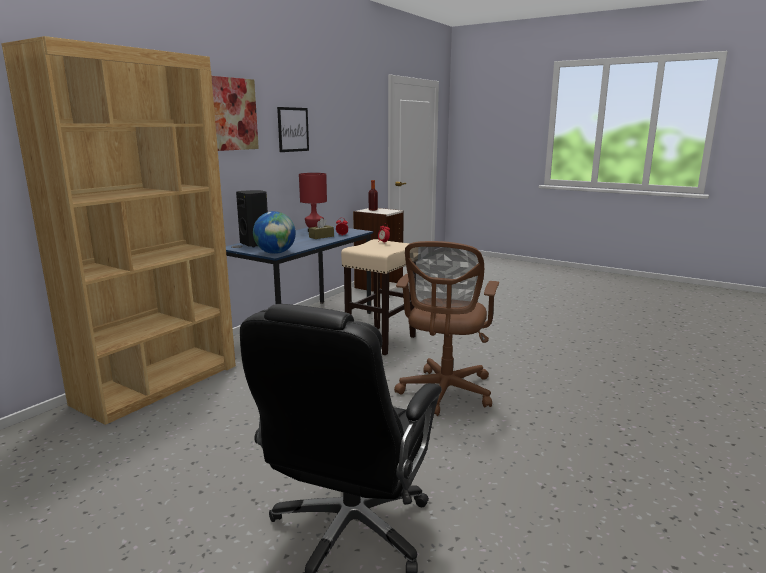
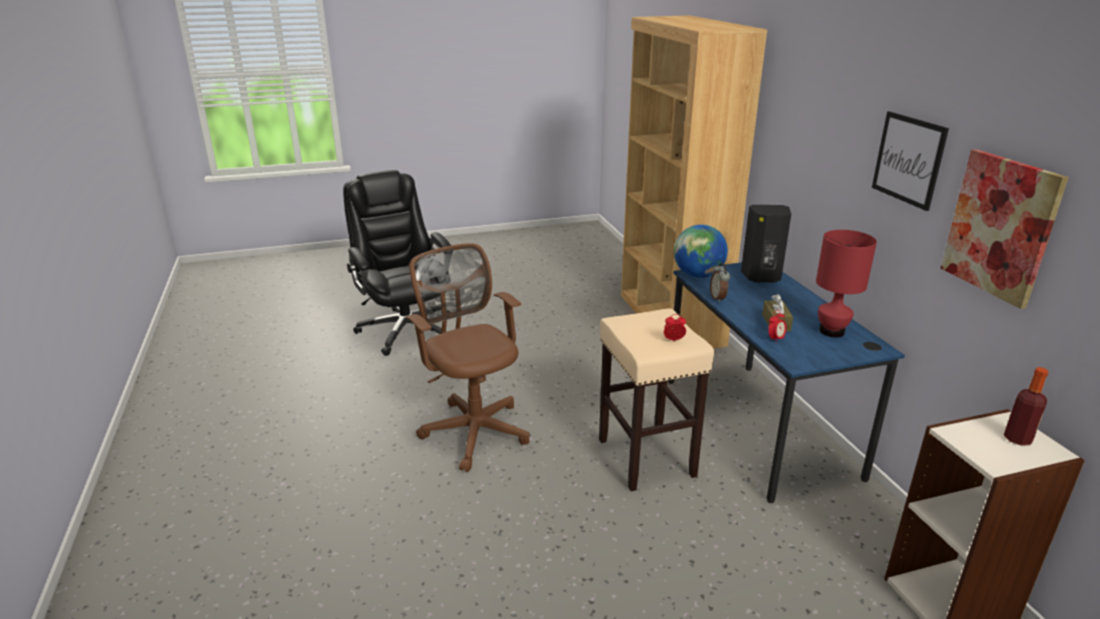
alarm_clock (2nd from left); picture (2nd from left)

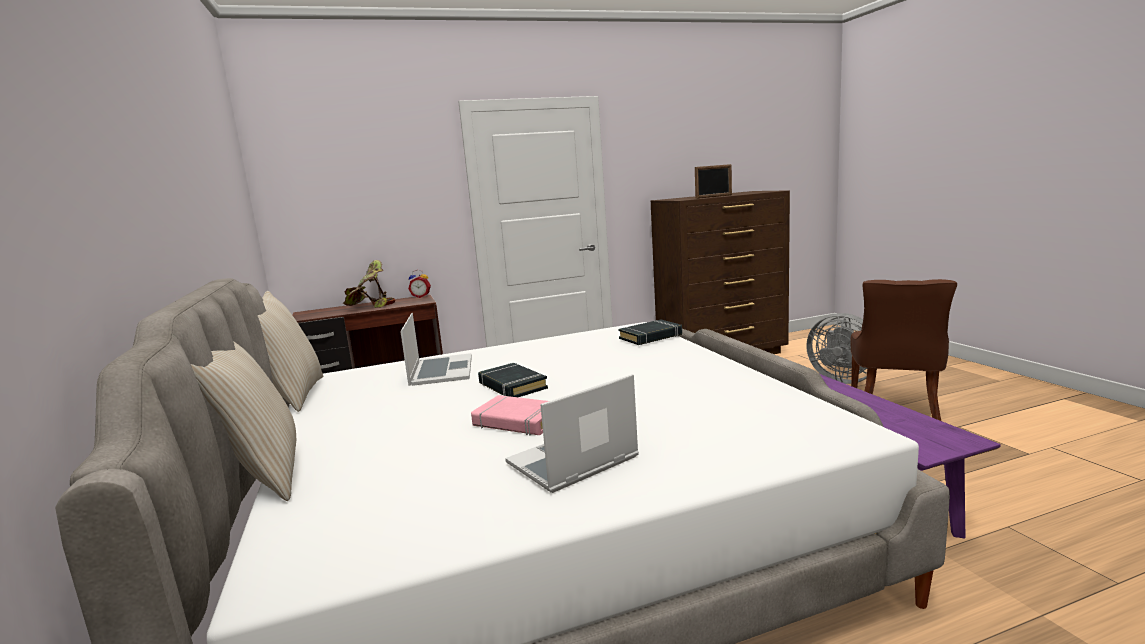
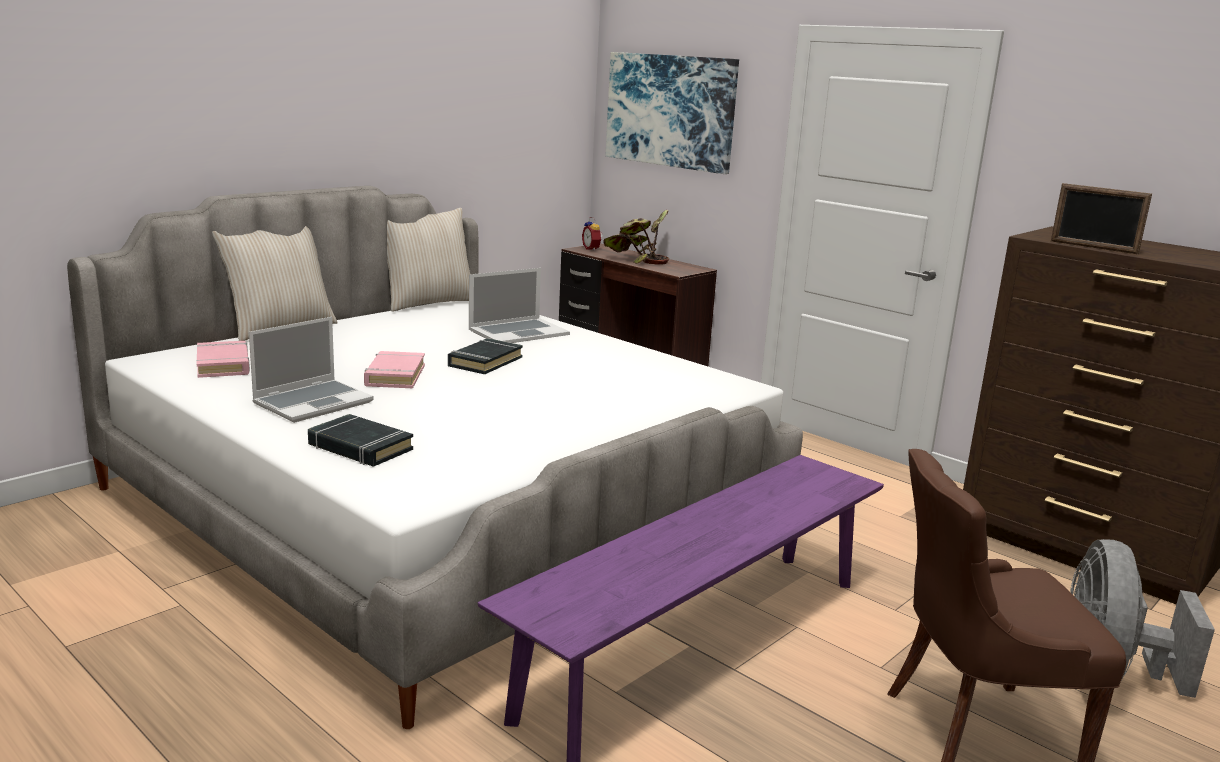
pink_book (1st from left); laptop (1st from left); black_book (1st from left); alarm_clock; picture

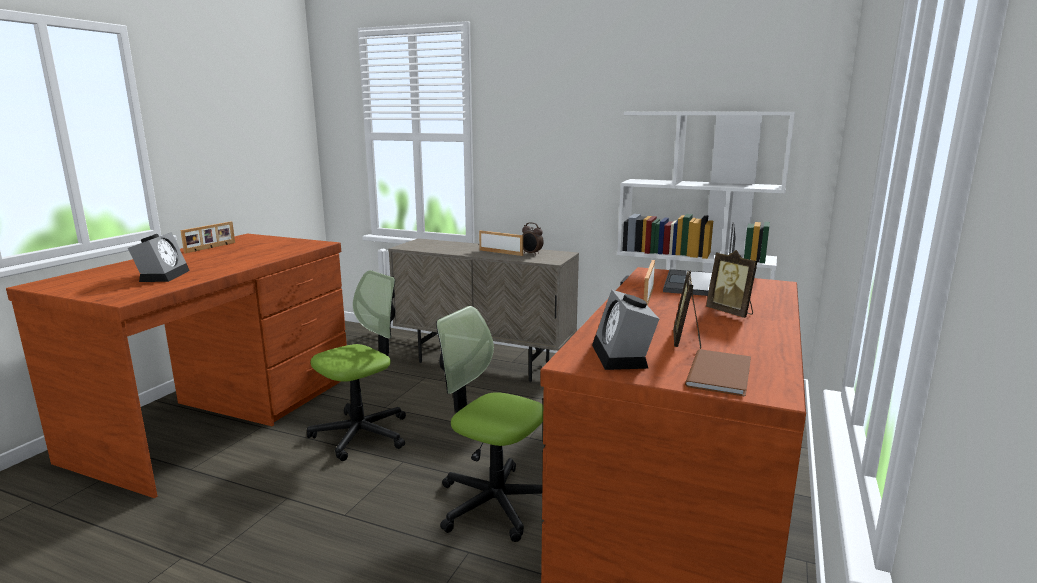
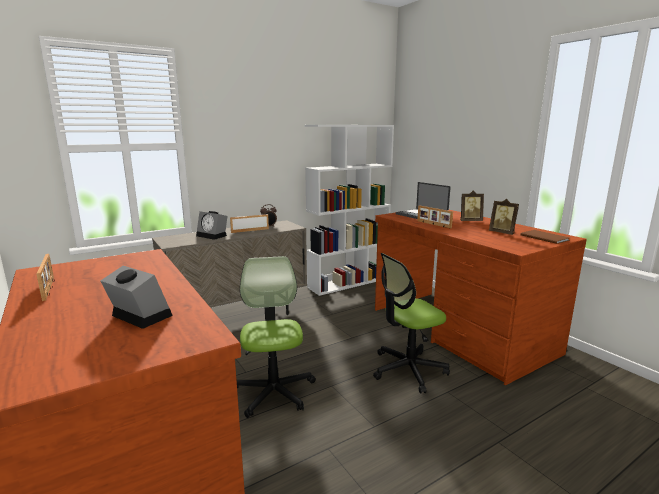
alarm_clock (2nd from left)

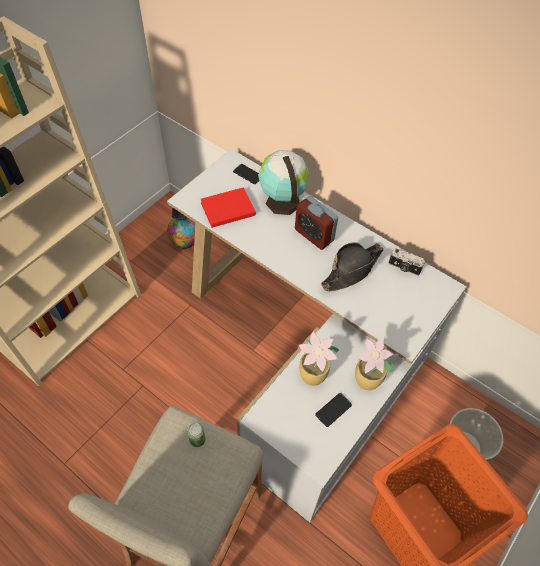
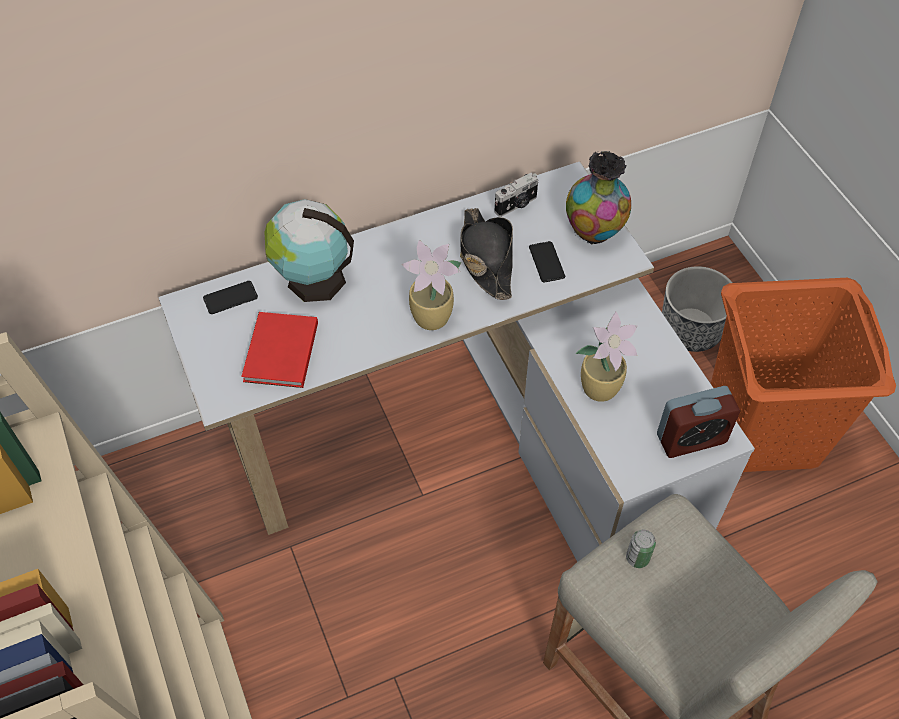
potted_plant (1st from left); phone (2nd from left); vase; alarm_clock

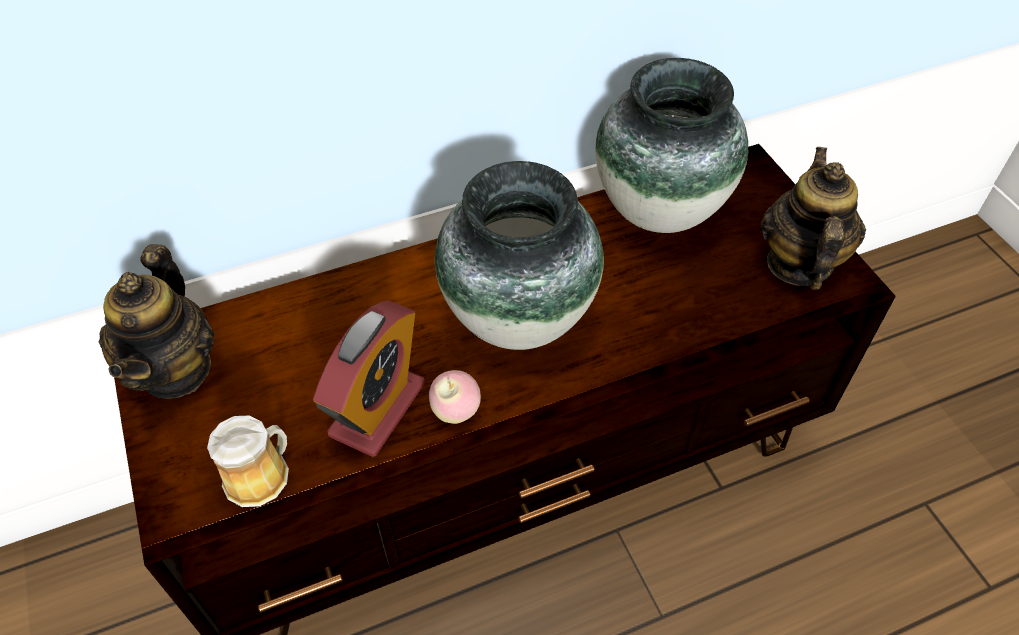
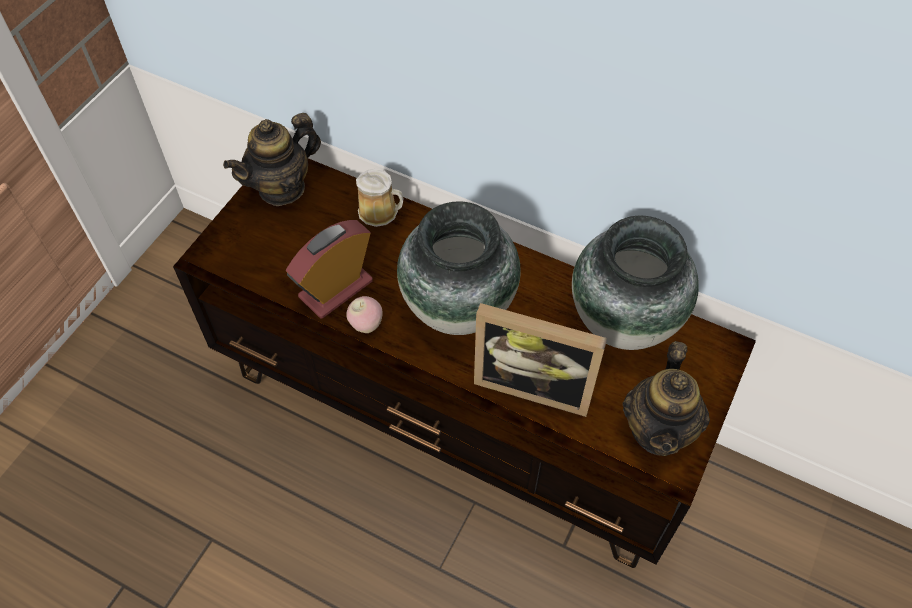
alarm_clock; mug; picture_frame; teapot (2nd from left)

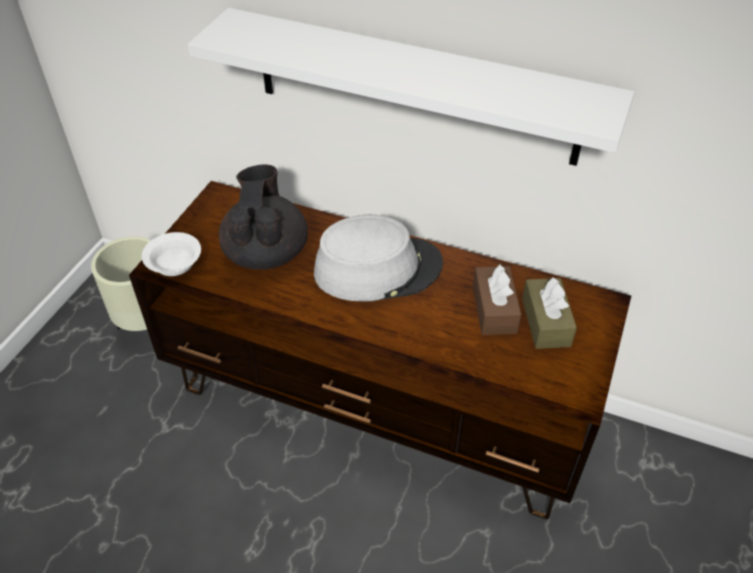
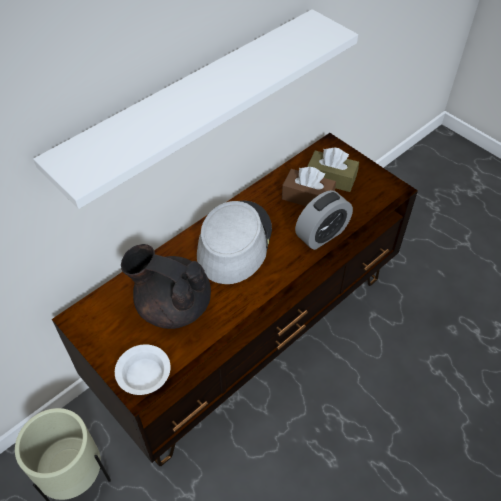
alarm_clock

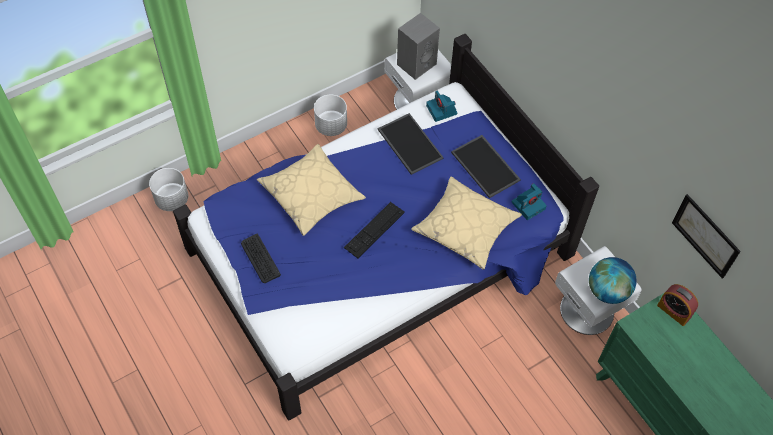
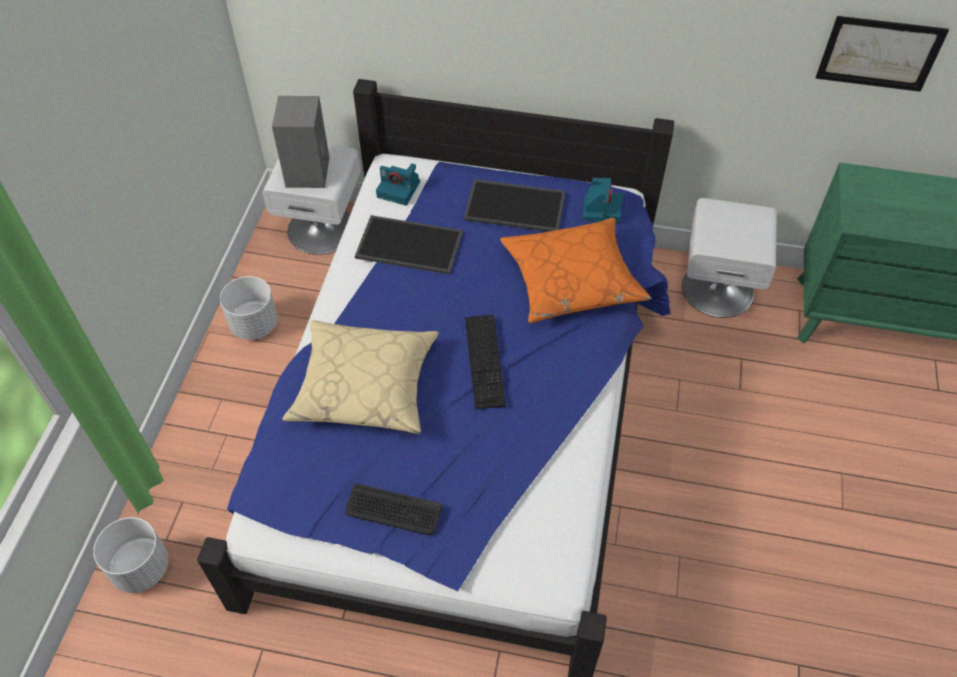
orange_pillow; globe; alarm_clock

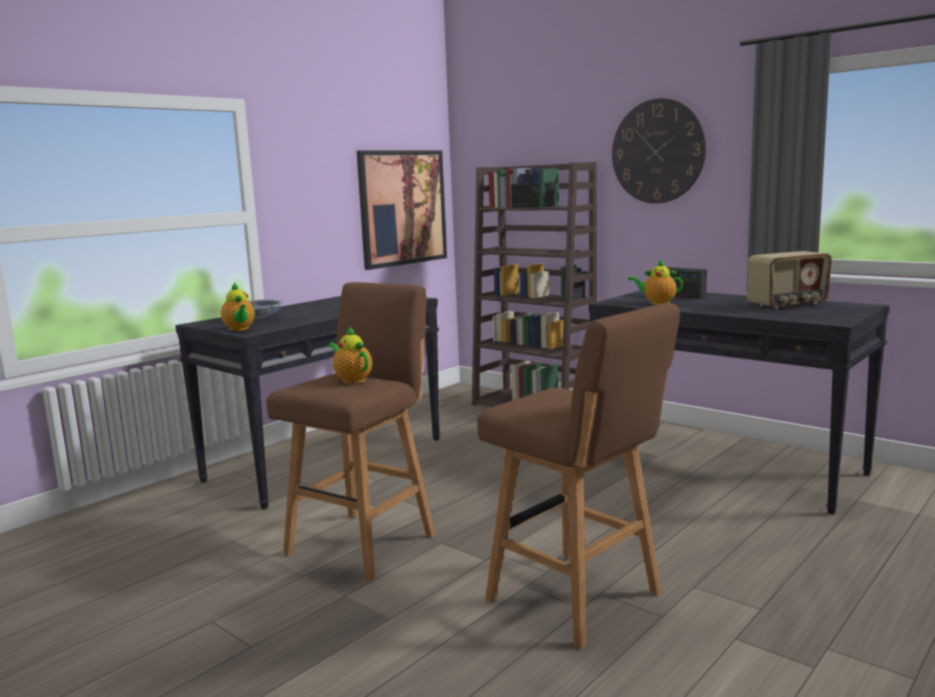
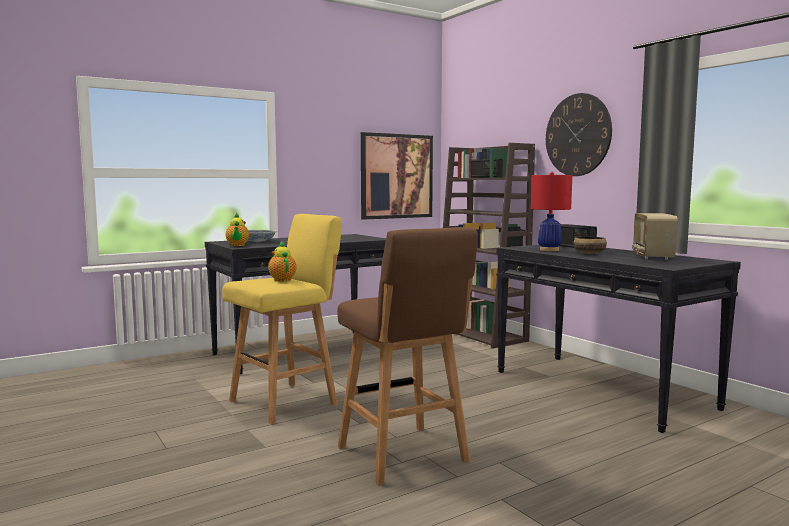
yellow_stool; red_table_lamp; bowl (2nd from left); radio (3rd from left)

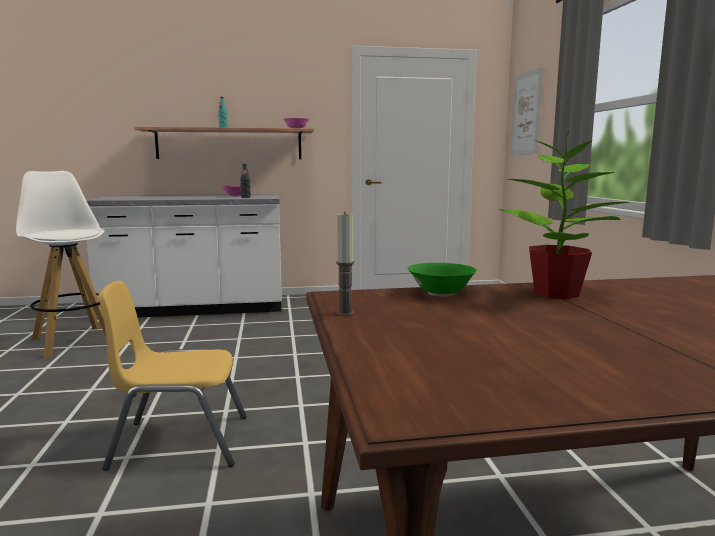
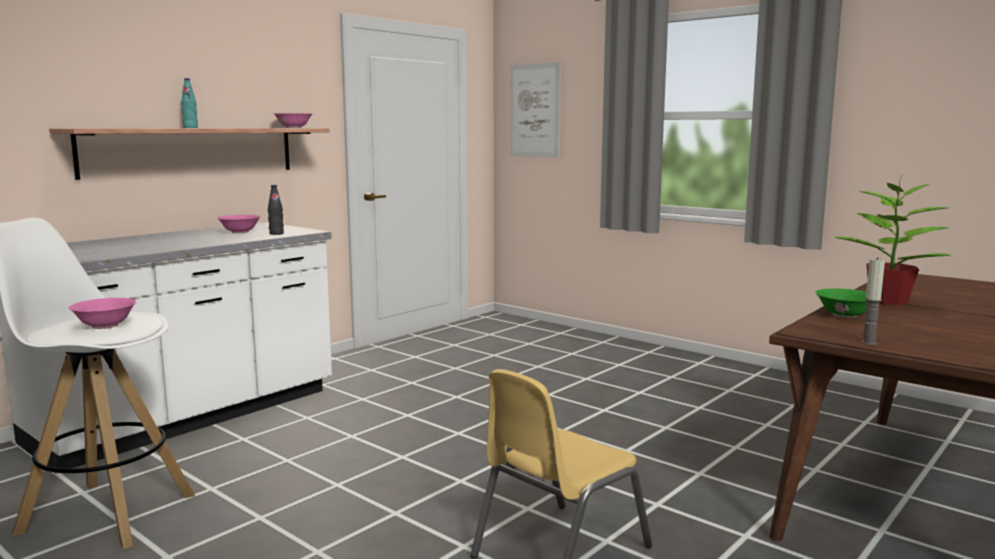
pink_bowl (1st from left)

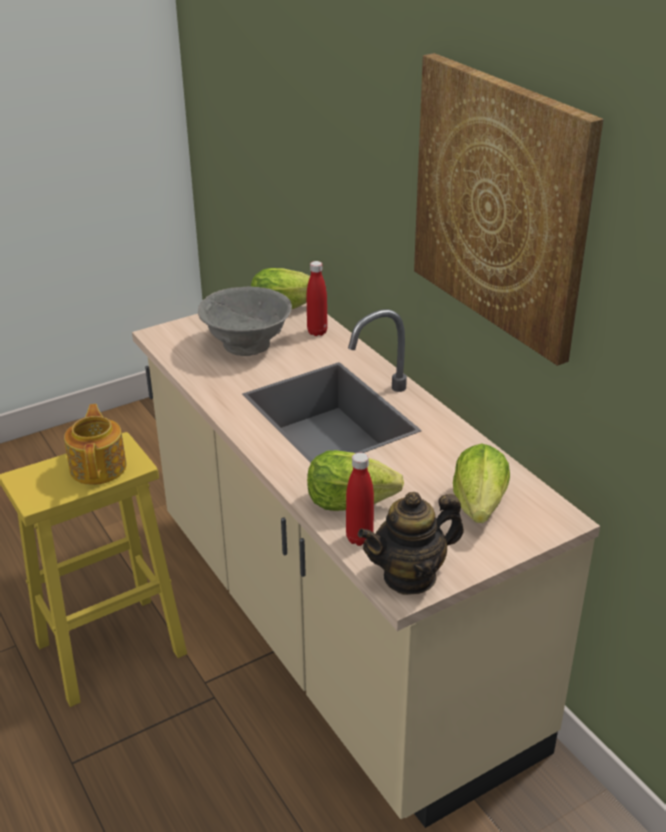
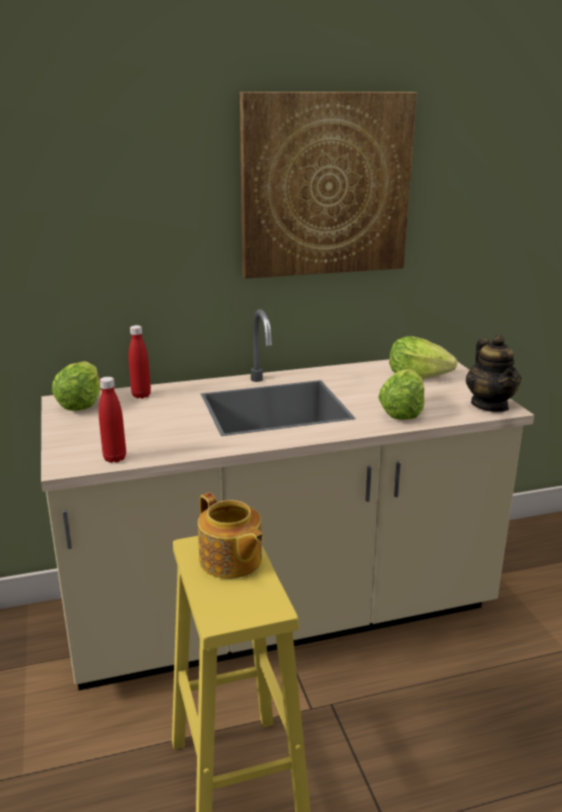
red_bottle (1st from left); teapot (1st from left); grey_bowl

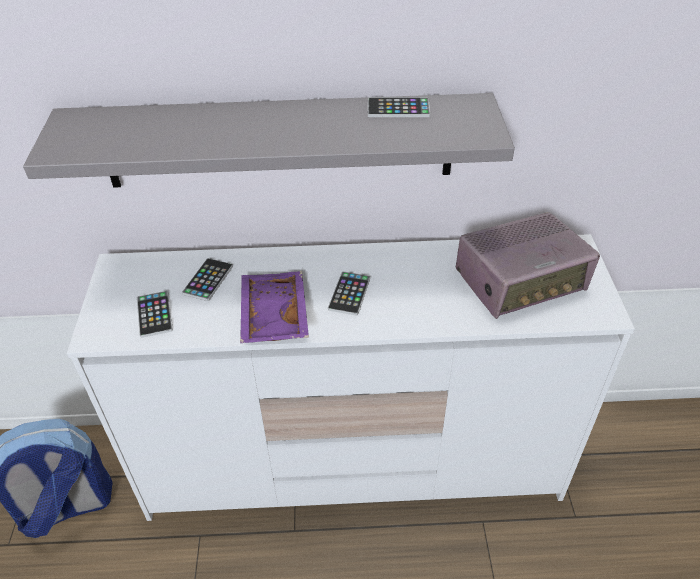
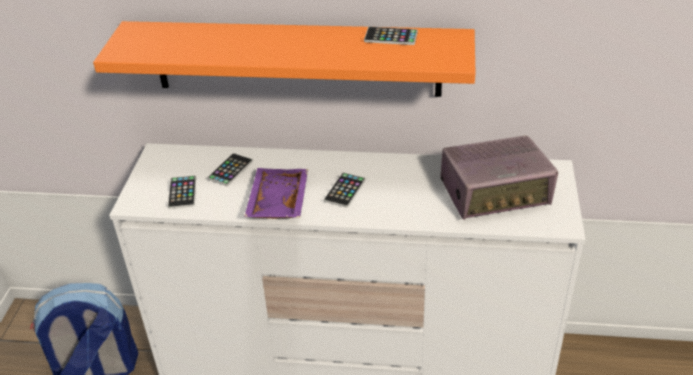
orange_shelf

